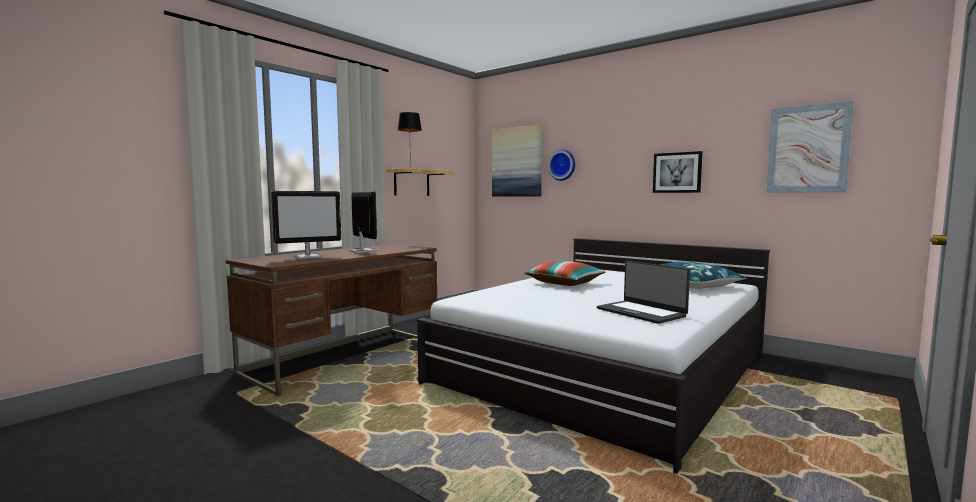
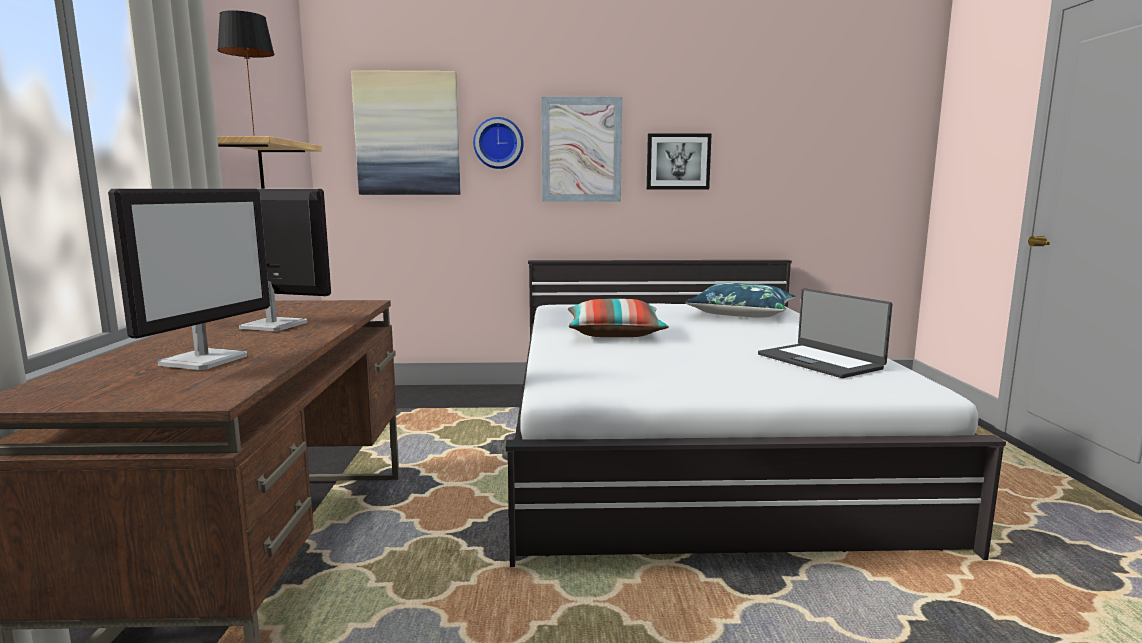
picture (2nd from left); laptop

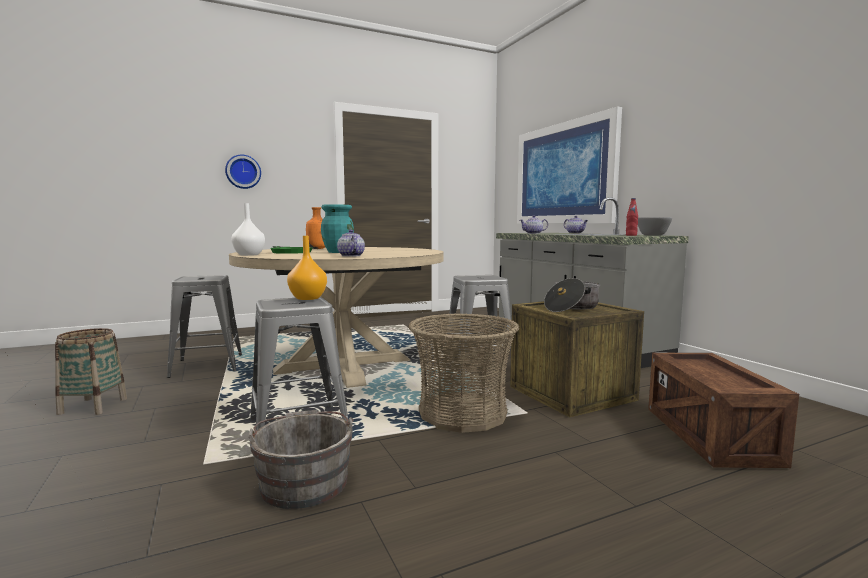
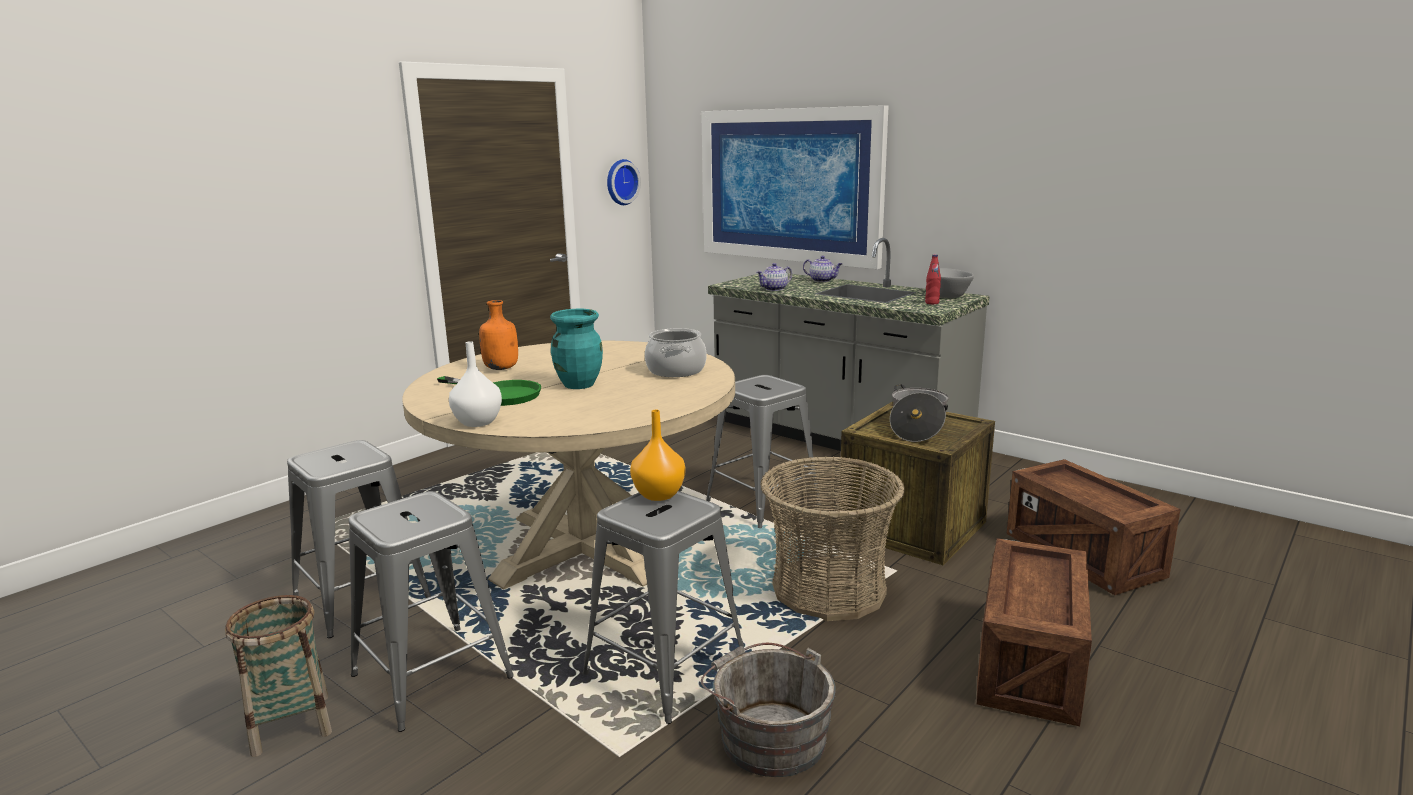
grey_stool (2nd from left); wall_clock; cooking_pot (1st from left); crate (2nd from left); teapot (1st from left in the first image)

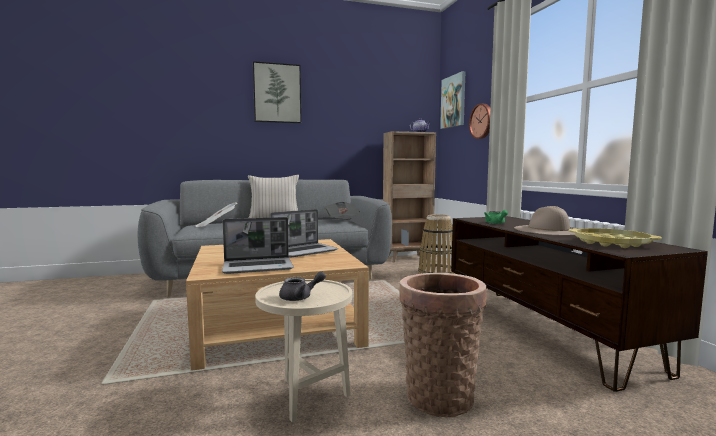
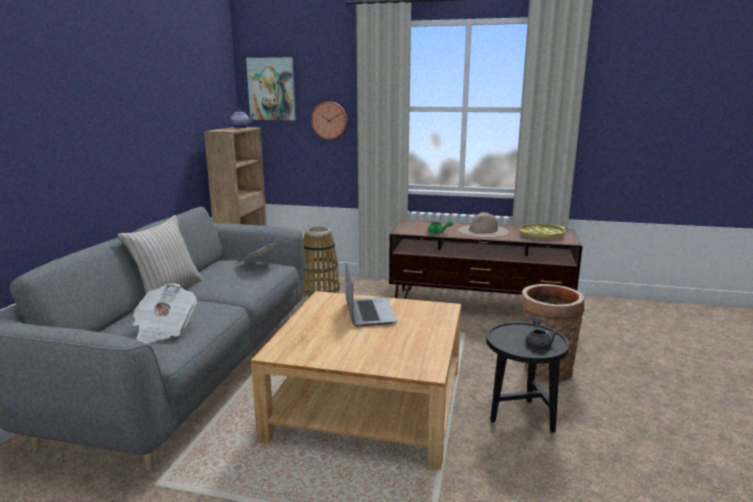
black_side_table; laptop (1st from left in the first image); picture (1st from left in the first image)

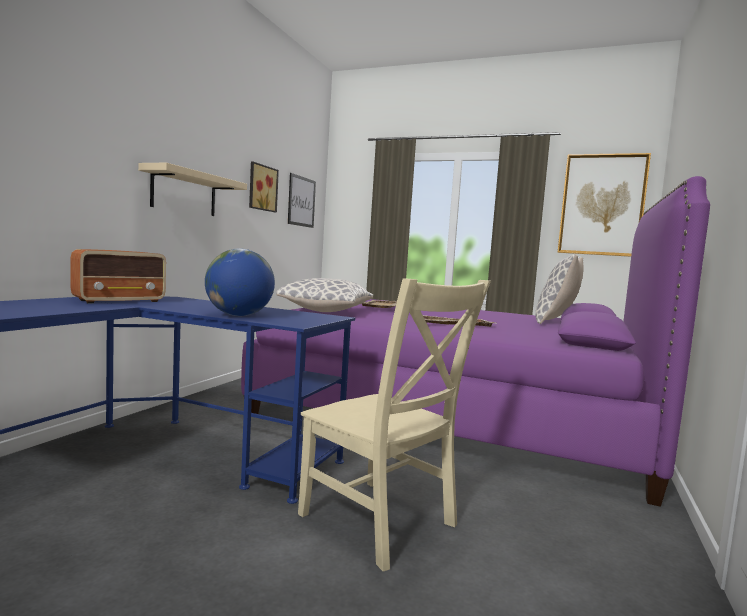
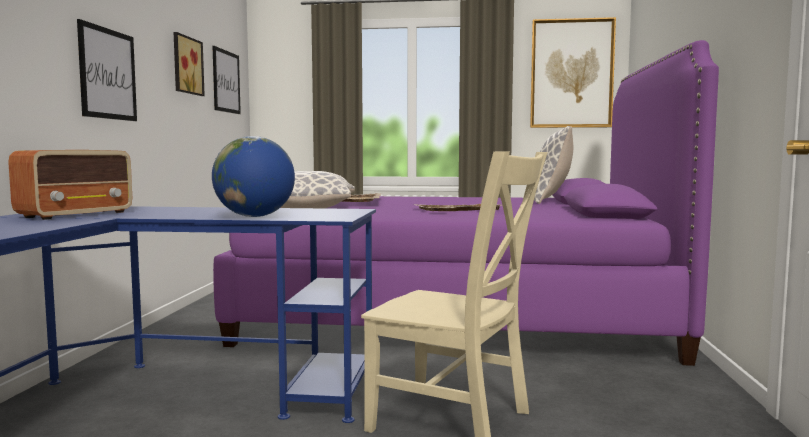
picture (1st from left)

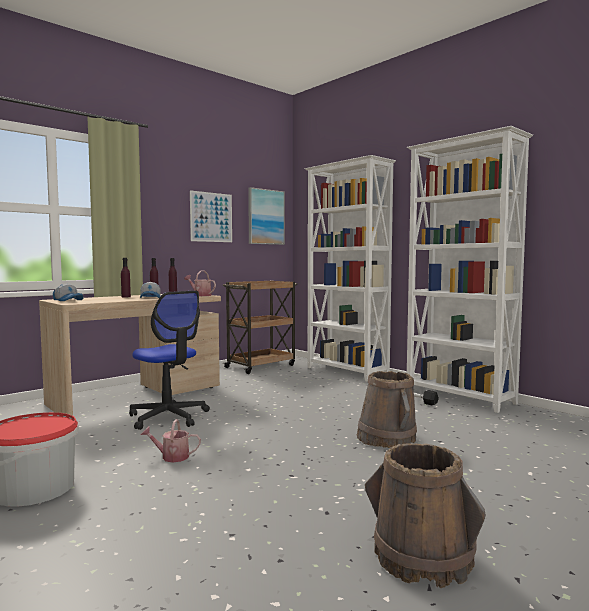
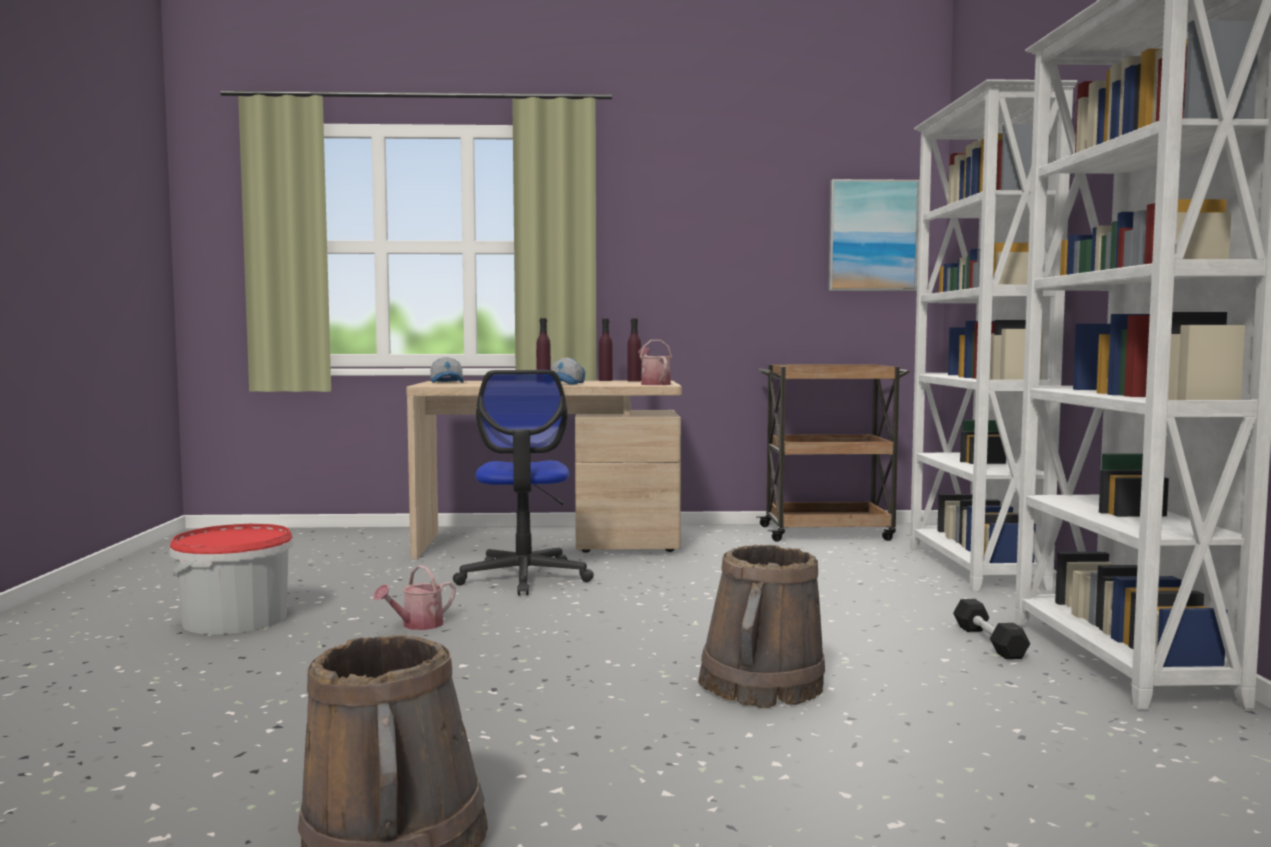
watering_can (1st from left); picture (1st from left in the first image)

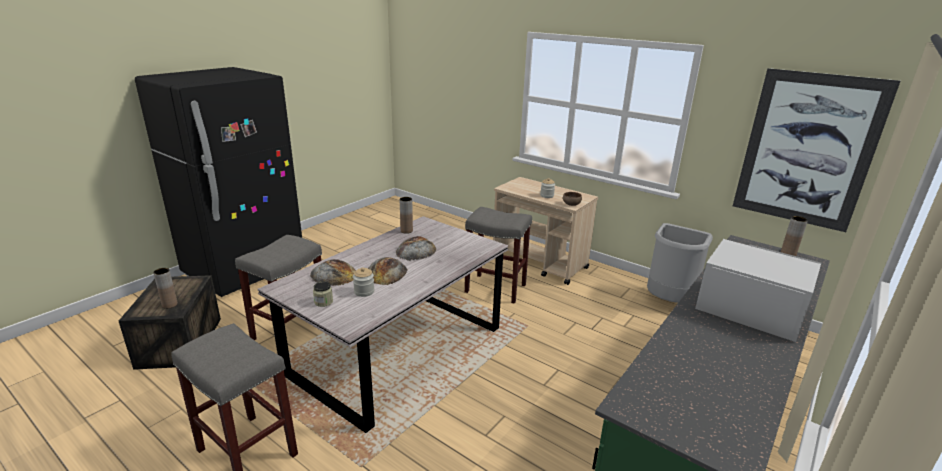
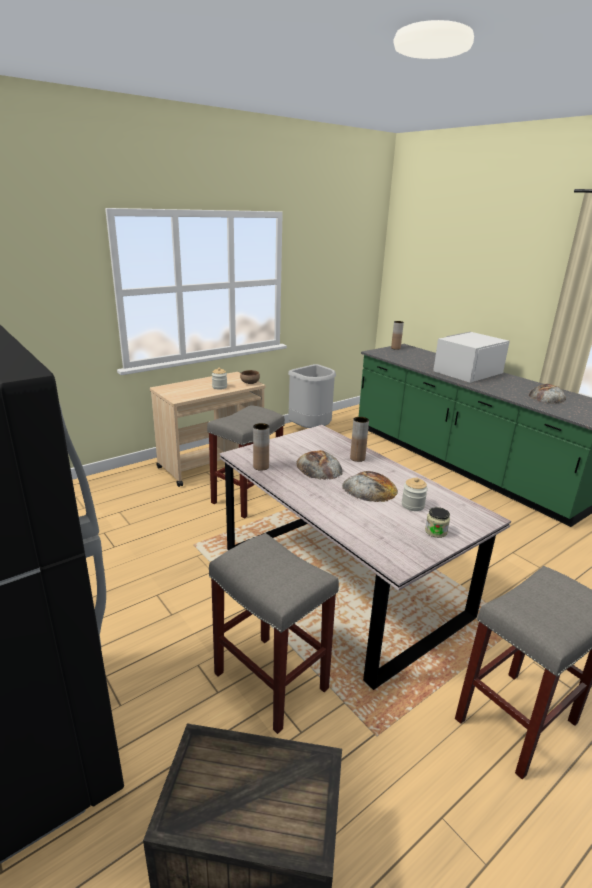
brown_vase (2nd from left); bread (3rd from left); picture

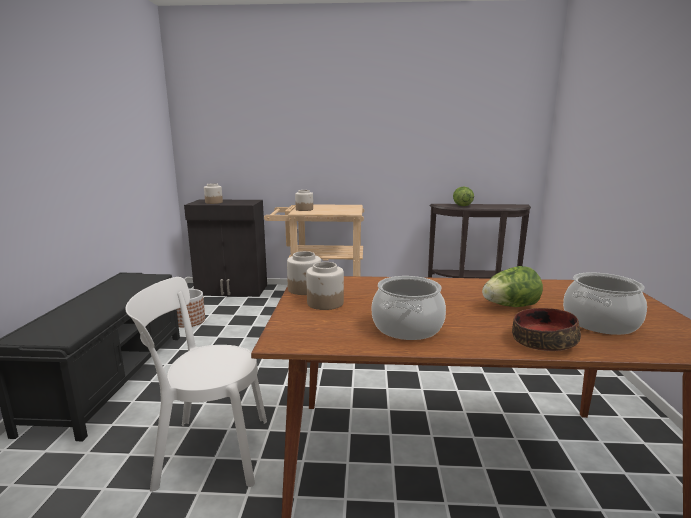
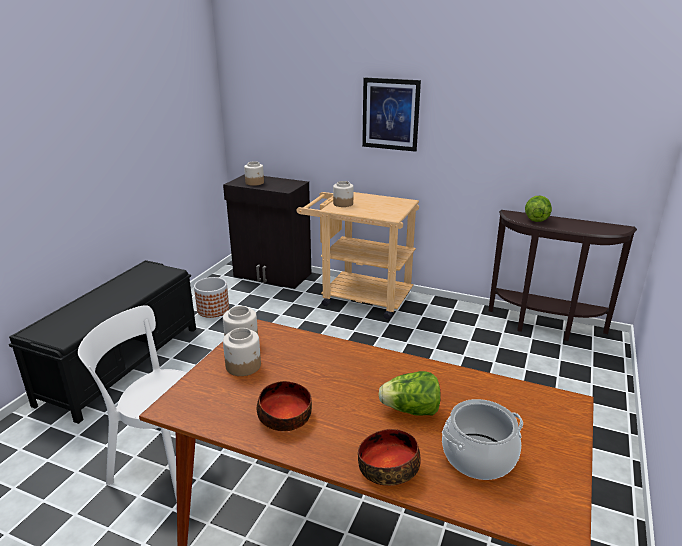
bowl (1st from left); picture

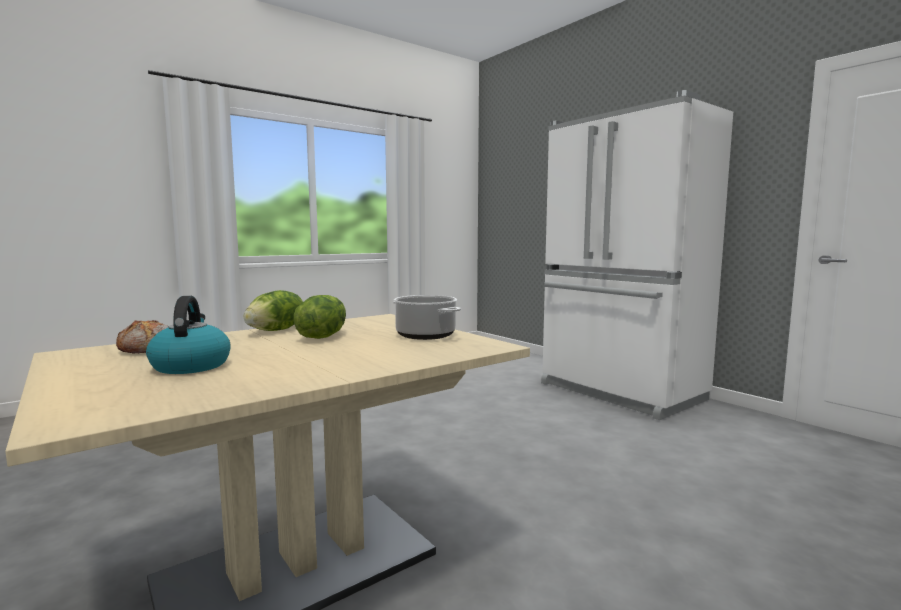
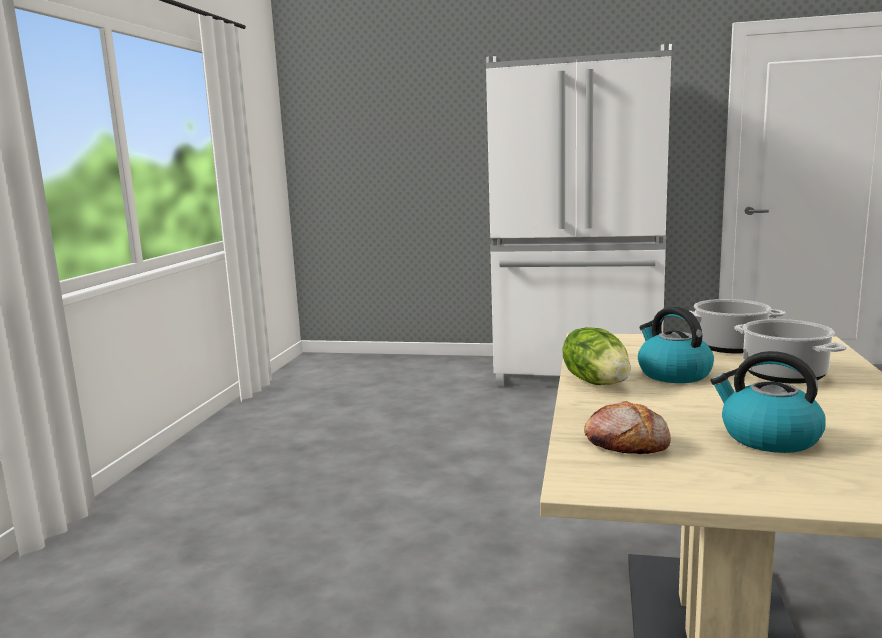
kettle (1st from left); cooking_pot (2nd from left)

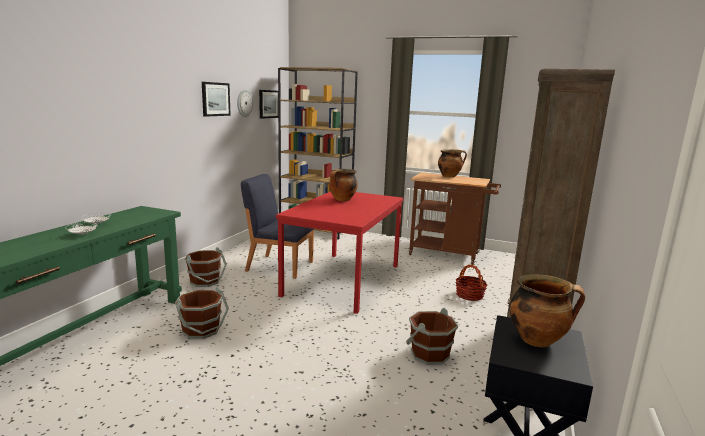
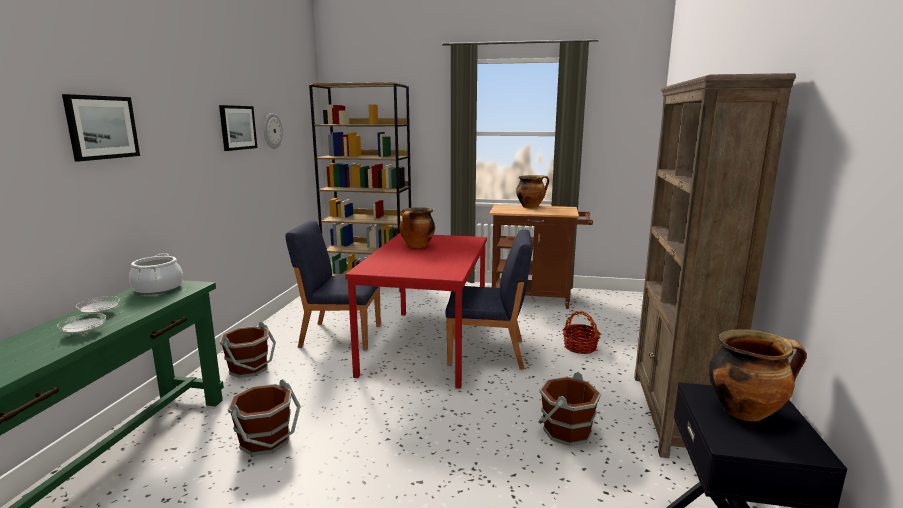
picture (1st from left); cooking_pot (1st from left); blue_chair (2nd from left)

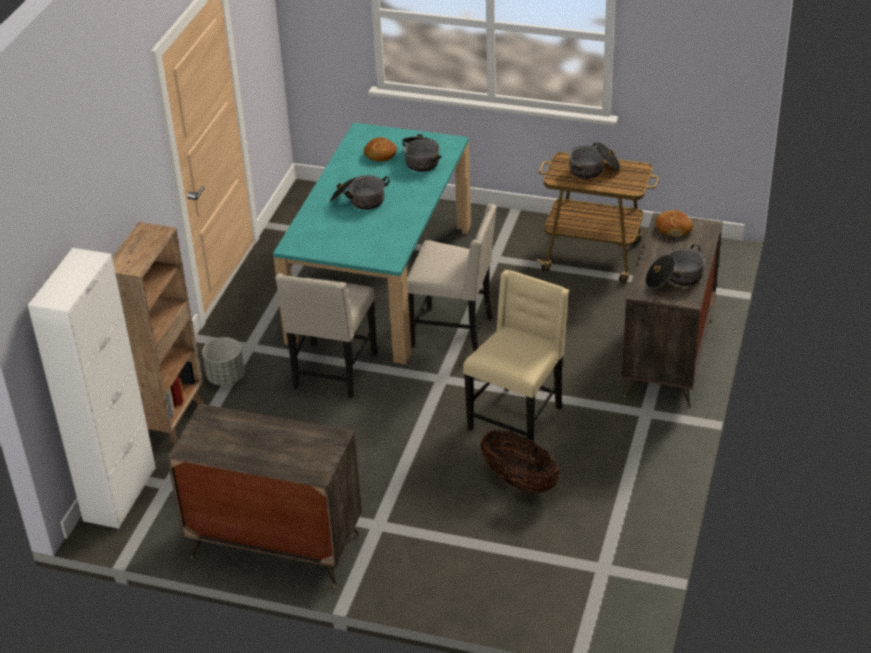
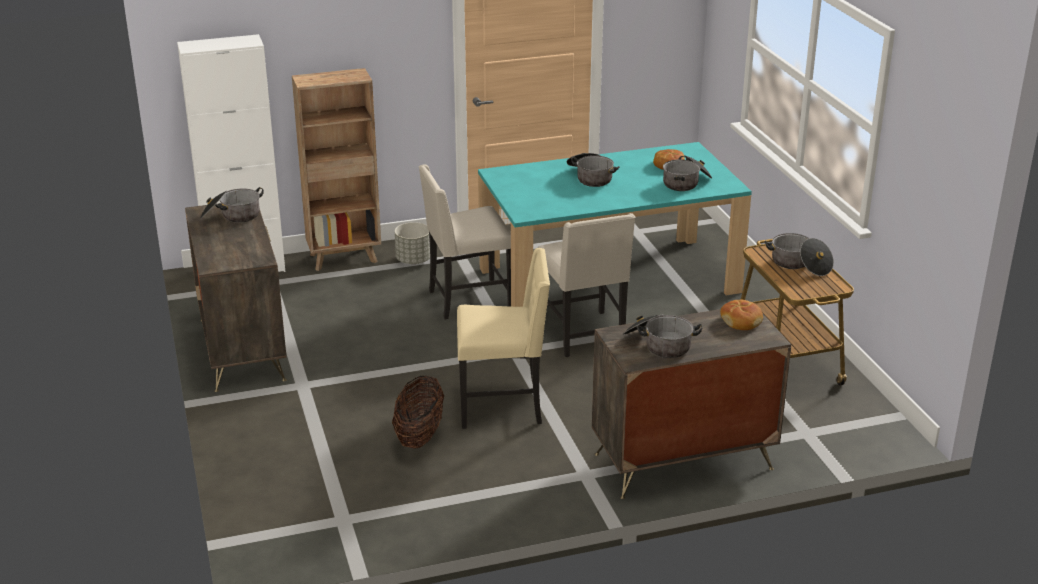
cooking_pot (1st from left)

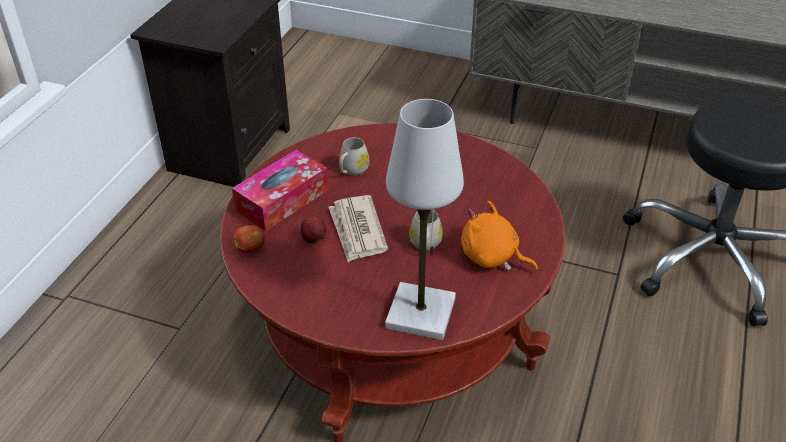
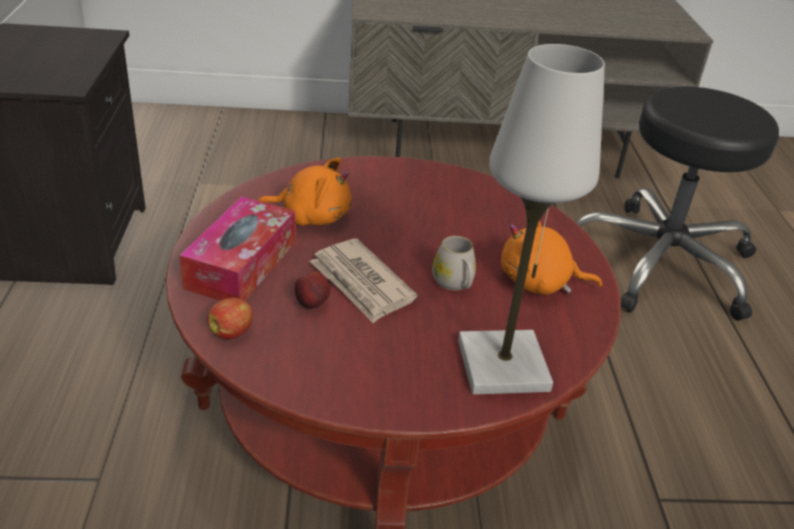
orange_plush_toy (1st from left)

